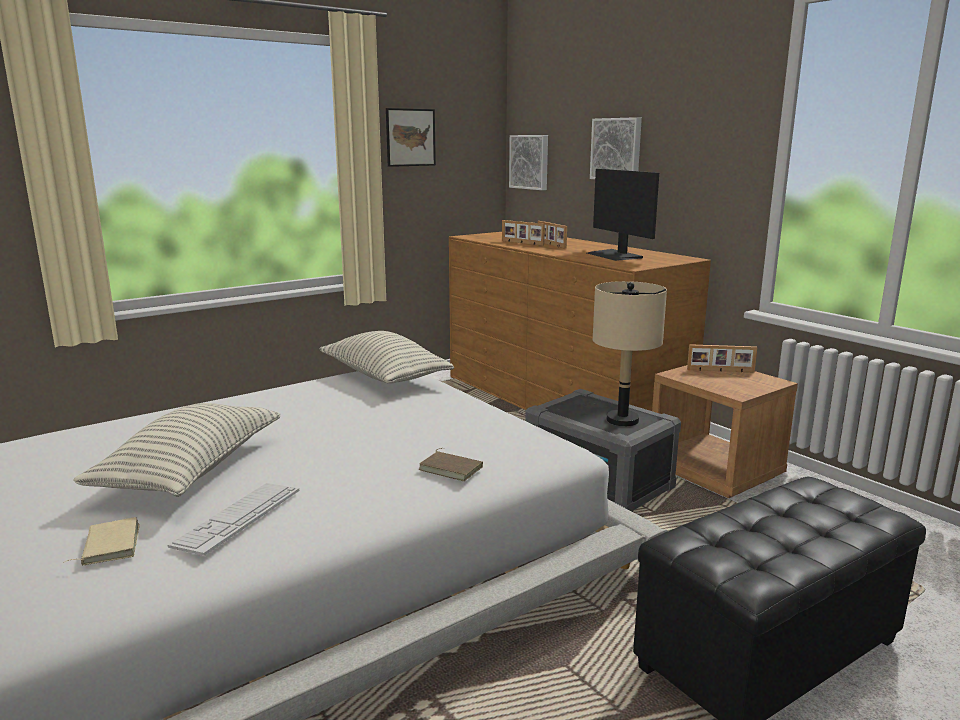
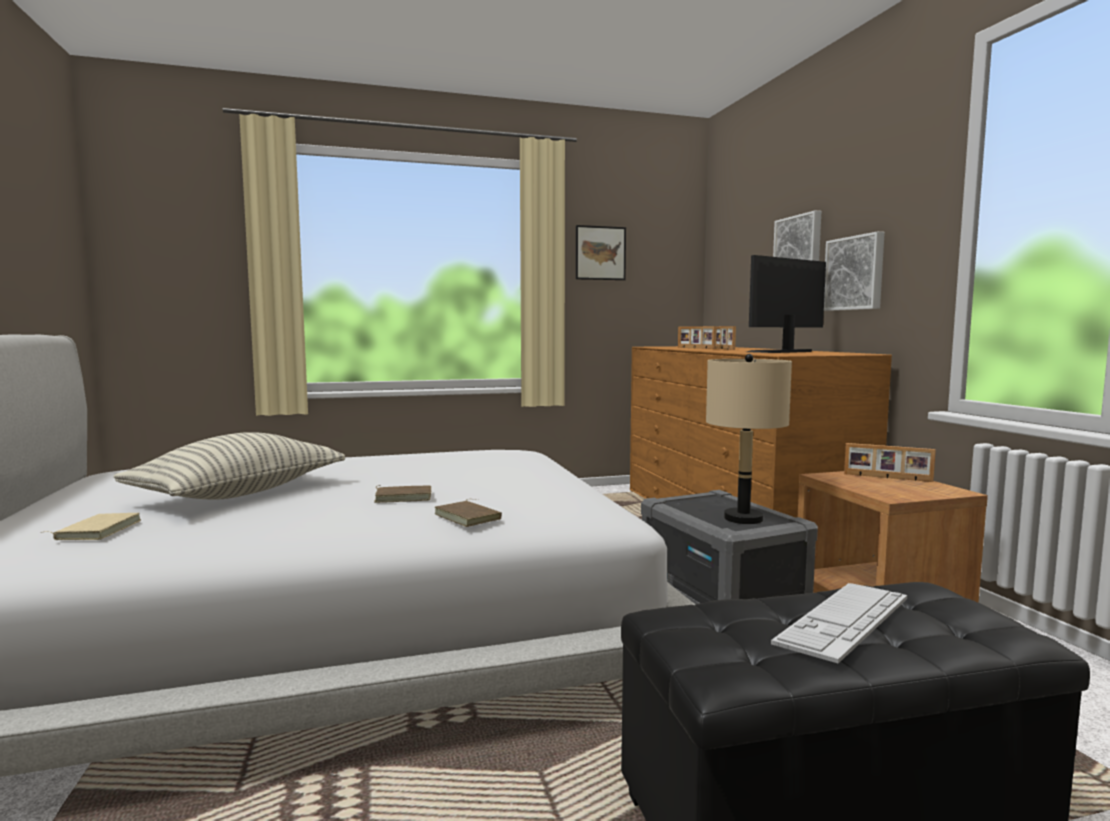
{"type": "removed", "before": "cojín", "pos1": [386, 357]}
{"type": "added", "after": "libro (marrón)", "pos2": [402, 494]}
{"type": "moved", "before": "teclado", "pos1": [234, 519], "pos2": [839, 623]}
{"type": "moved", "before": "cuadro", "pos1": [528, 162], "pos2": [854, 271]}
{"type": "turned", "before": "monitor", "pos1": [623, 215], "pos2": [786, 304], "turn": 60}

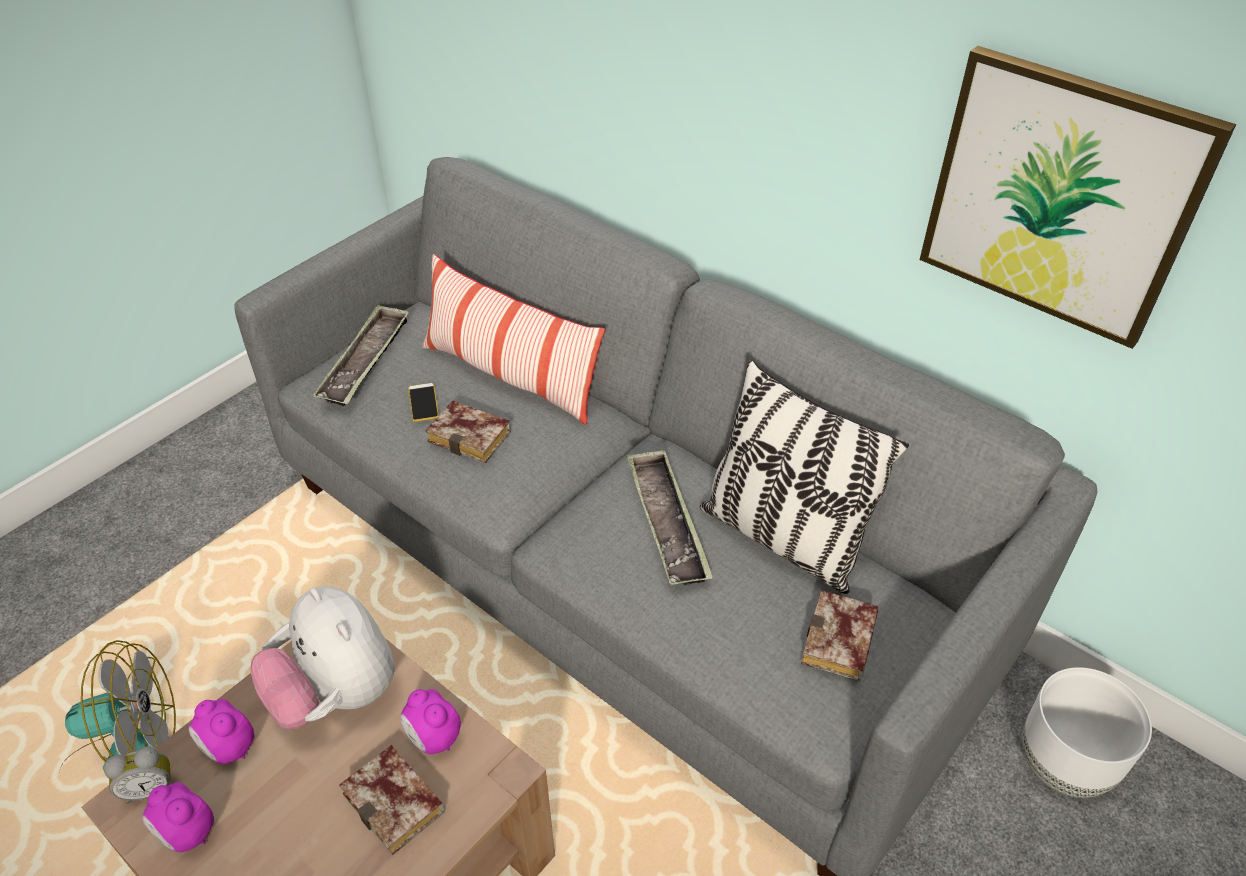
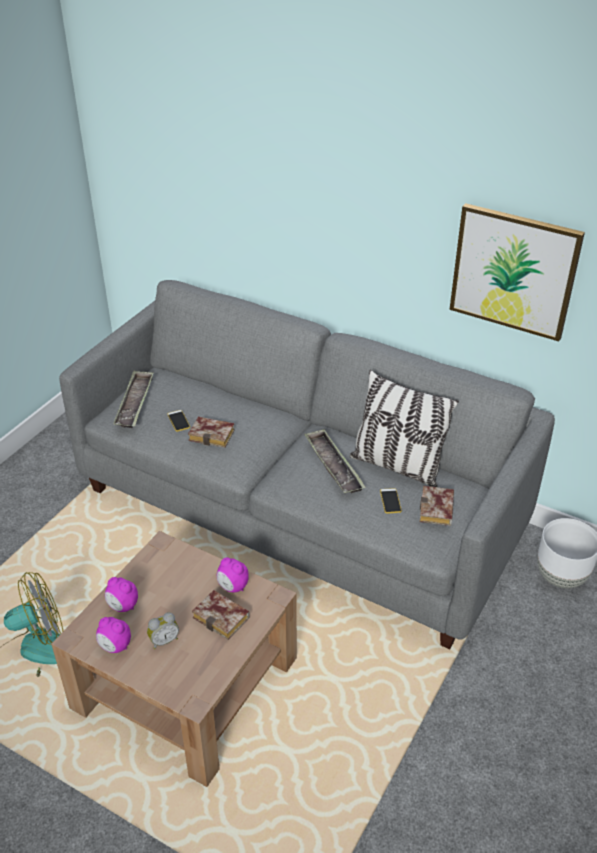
{"type": "removed", "before": "peluche", "pos1": [322, 658]}
{"type": "removed", "before": "cojín", "pos1": [513, 339]}
{"type": "added", "after": "móvil", "pos2": [391, 501]}
{"type": "moved", "before": "despertador", "pos1": [137, 775], "pos2": [163, 630]}

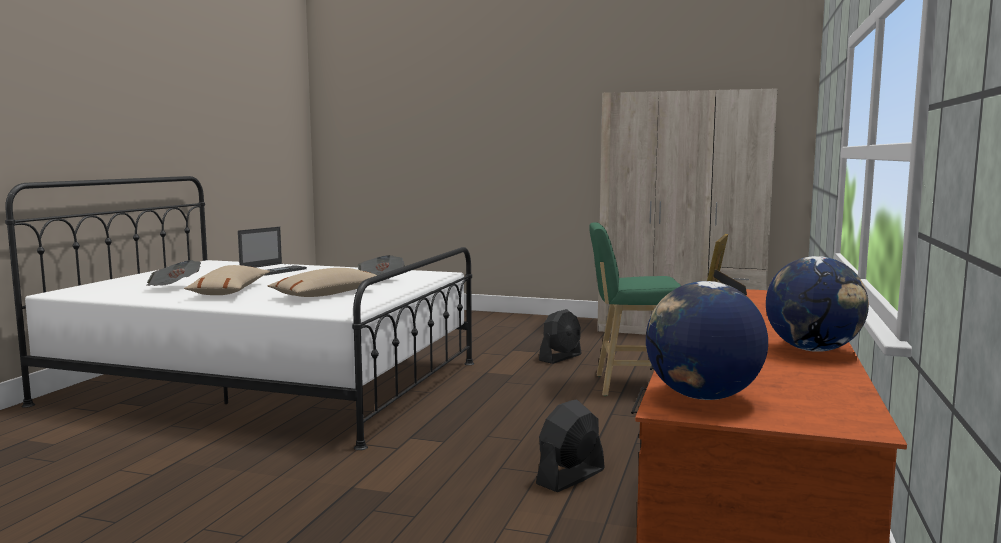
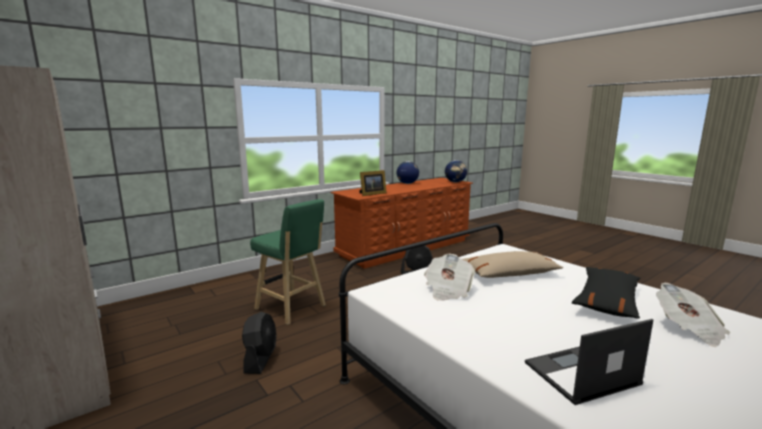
{"type": "recoloured", "before": "cojín (beis)", "after": "cojín (negro)", "pos1": [227, 280], "pos2": [606, 293]}
{"type": "turned", "before": "ventilador (negro)", "pos1": [560, 336], "pos2": [259, 343], "turn": 105}

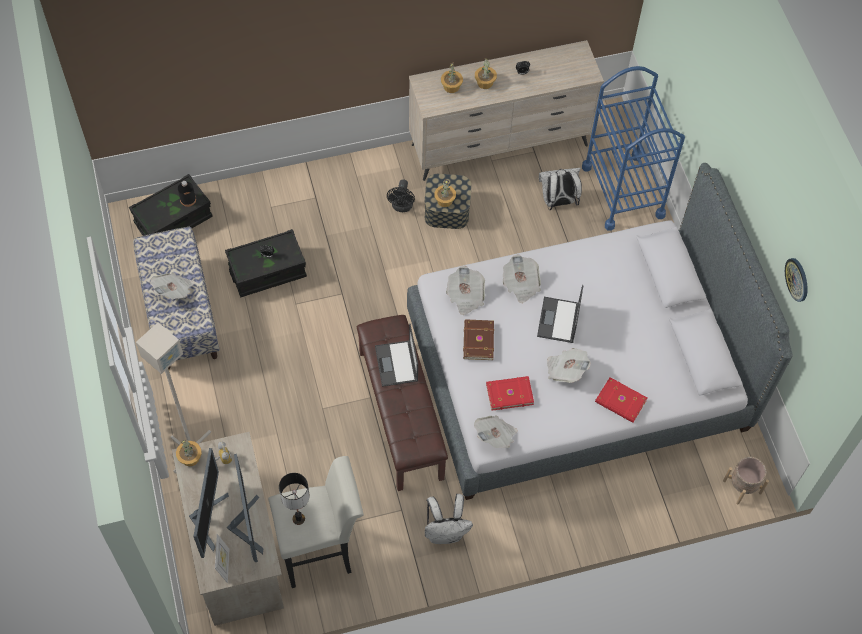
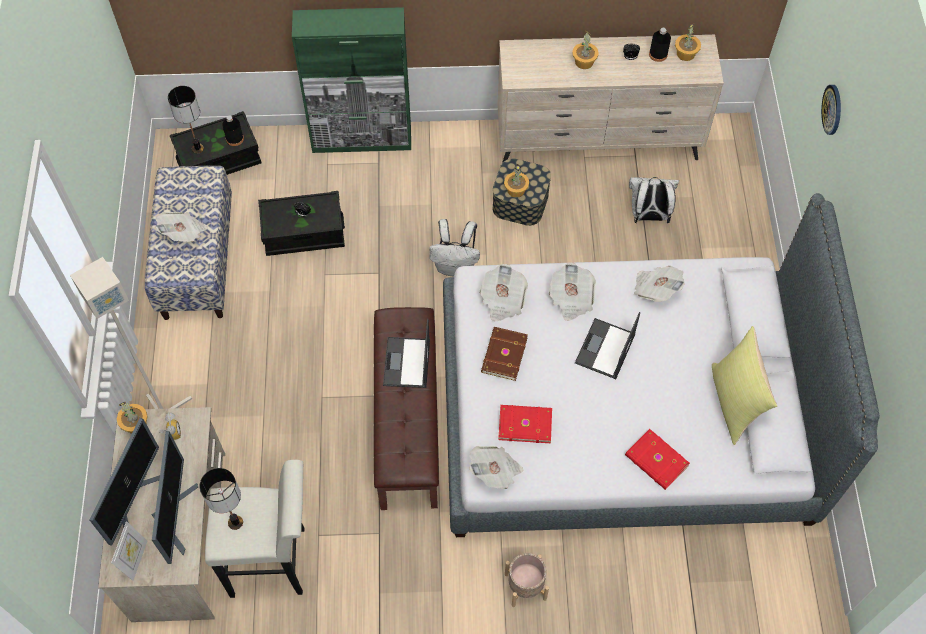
{"type": "removed", "before": "ventilador (negro)", "pos1": [401, 195]}
{"type": "removed", "before": "carrito (azul)", "pos1": [633, 148]}
{"type": "added", "after": "lámpara de mesa", "pos2": [186, 120]}
{"type": "added", "after": "armario (verde)", "pos2": [351, 80]}
{"type": "added", "after": "botella (negro)", "pos2": [660, 45]}
{"type": "added", "after": "cojín (amarillo)", "pos2": [744, 385]}
{"type": "moved", "before": "mochila (blanco)", "pos1": [449, 519], "pos2": [454, 248]}
{"type": "moved", "before": "planta en maceta", "pos1": [452, 77], "pos2": [688, 42]}
{"type": "moved", "before": "periódico", "pos1": [569, 365], "pos2": [659, 284]}
{"type": "moved", "before": "maceta (beis)", "pos1": [746, 481], "pos2": [527, 580]}
{"type": "moved", "before": "reloj de pared", "pos1": [796, 280], "pos2": [831, 110]}

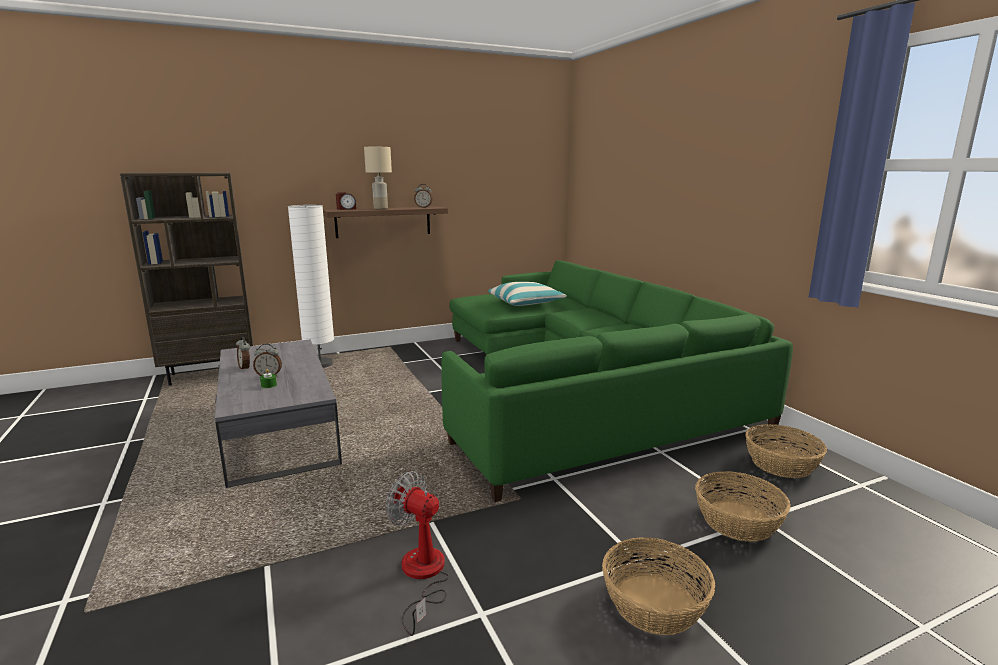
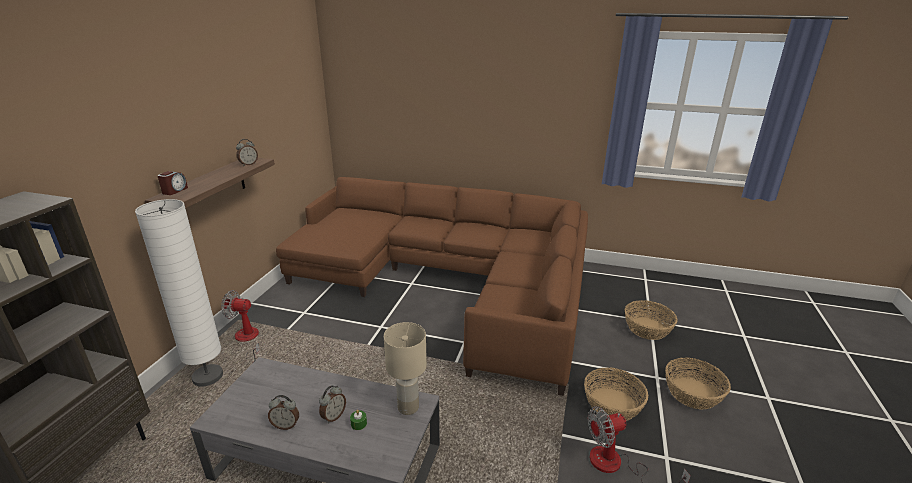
{"type": "removed", "before": "cojín", "pos1": [527, 294]}
{"type": "added", "after": "ventilador", "pos2": [243, 326]}
{"type": "moved", "before": "lámpara de mesa (beis)", "pos1": [378, 178], "pos2": [405, 368]}
{"type": "moved", "before": "cesta", "pos1": [786, 451], "pos2": [616, 394]}
{"type": "recoloured", "before": "sofá (verde)", "after": "sofá (marrón)", "pos1": [617, 381], "pos2": [432, 286]}

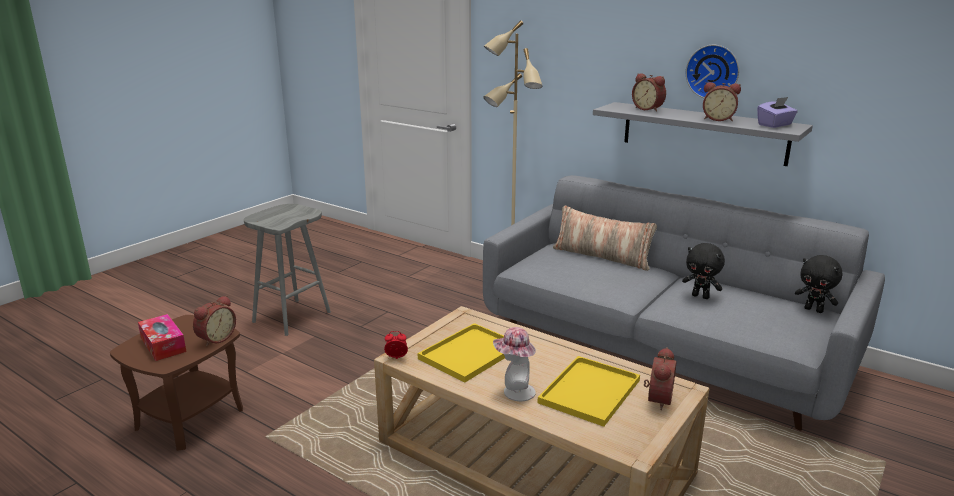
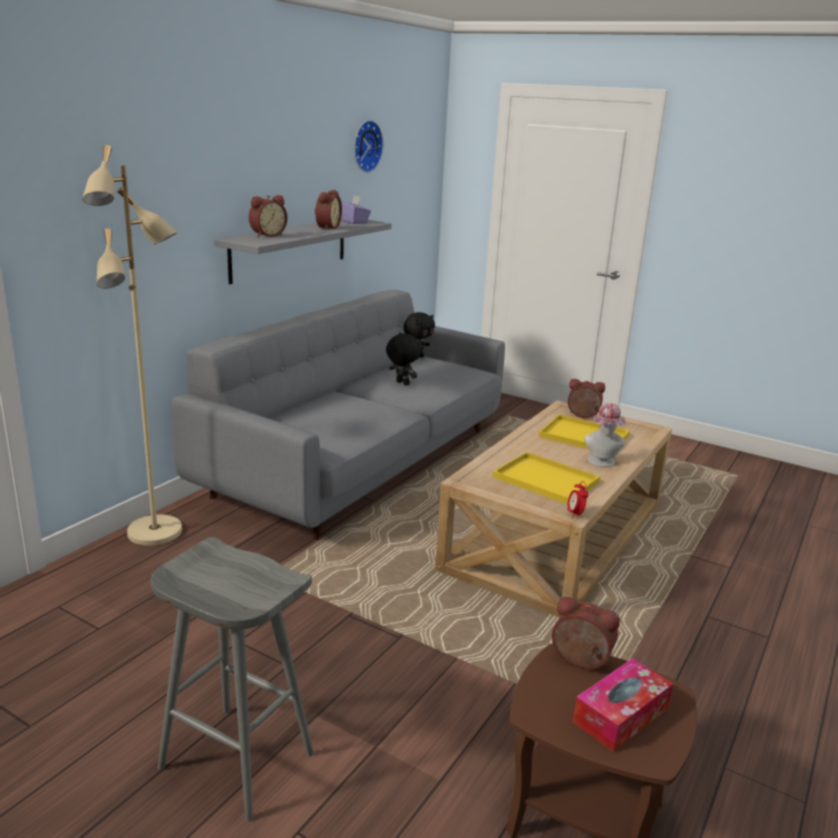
{"type": "removed", "before": "cojín", "pos1": [605, 238]}
{"type": "moved", "before": "reloj de pared", "pos1": [712, 71], "pos2": [368, 146]}
{"type": "turned", "before": "peluche (negro)", "pos1": [703, 271], "pos2": [403, 359], "turn": -75}

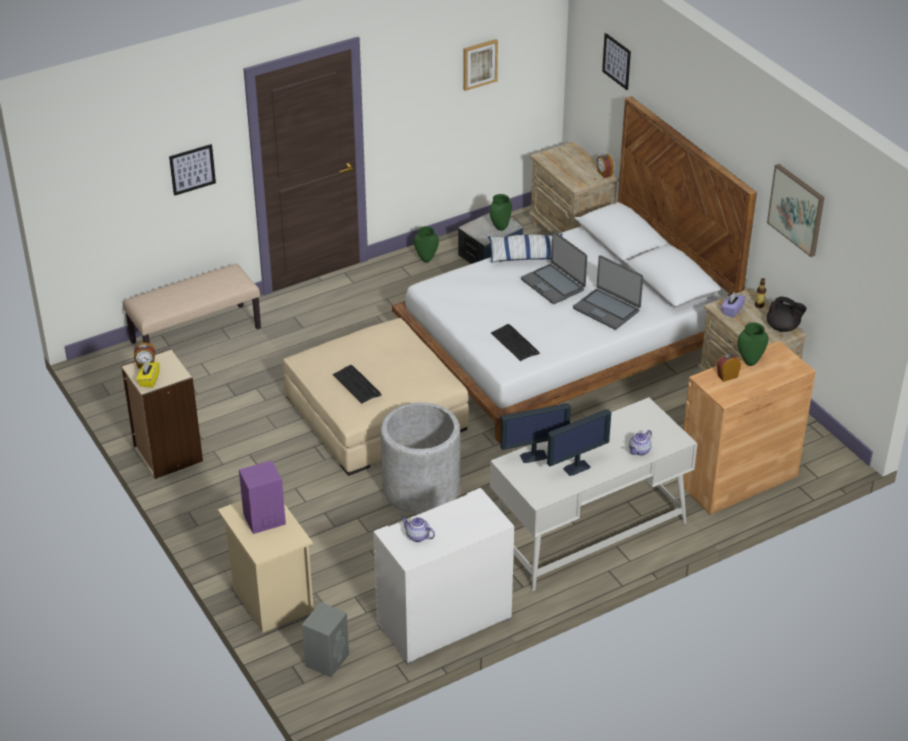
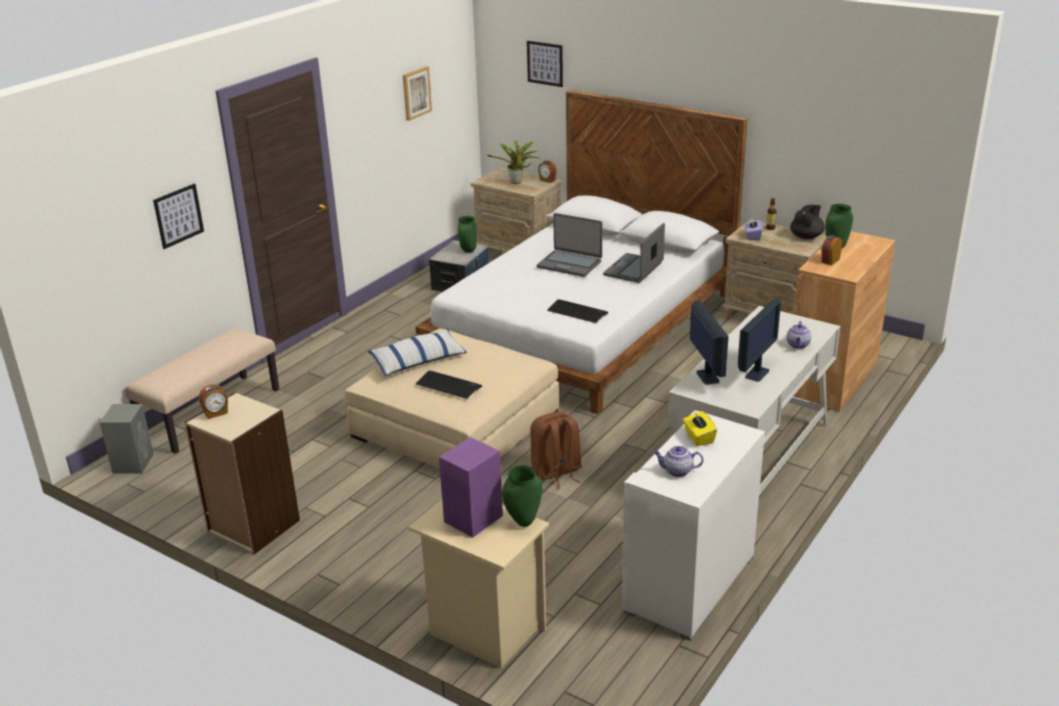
{"type": "removed", "before": "cuadro", "pos1": [795, 210]}
{"type": "added", "after": "planta en maceta", "pos2": [514, 162]}
{"type": "moved", "before": "caja de pañuelos (amarillo)", "pos1": [148, 374], "pos2": [700, 428]}
{"type": "moved", "before": "altavoz (gris)", "pos1": [325, 639], "pos2": [127, 439]}
{"type": "moved", "before": "florero (verde)", "pos1": [426, 244], "pos2": [522, 496]}
{"type": "moved", "before": "cojín", "pos1": [525, 248], "pos2": [417, 352]}
{"type": "replaced", "before": "maceta (gris)", "after": "mochila (marrón)", "pos1": [420, 458], "pos2": [556, 450]}
{"type": "turned", "before": "monitor", "pos1": [536, 433], "pos2": [709, 342], "turn": -60}
{"type": "turned", "before": "portátil", "pos1": [608, 292], "pos2": [634, 253], "turn": 105}
{"type": "turned", "before": "tetera (negro)", "pos1": [787, 314], "pos2": [807, 222], "turn": -60}

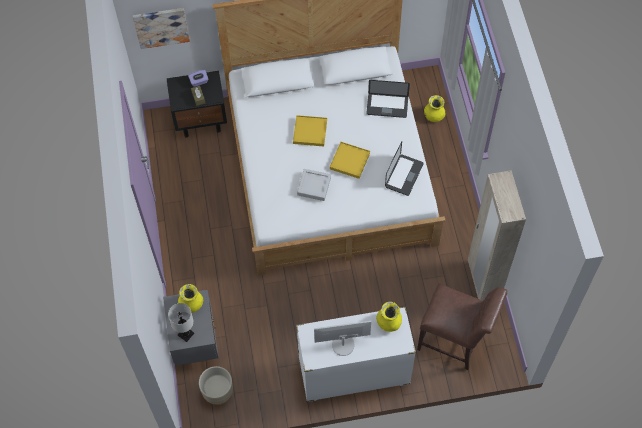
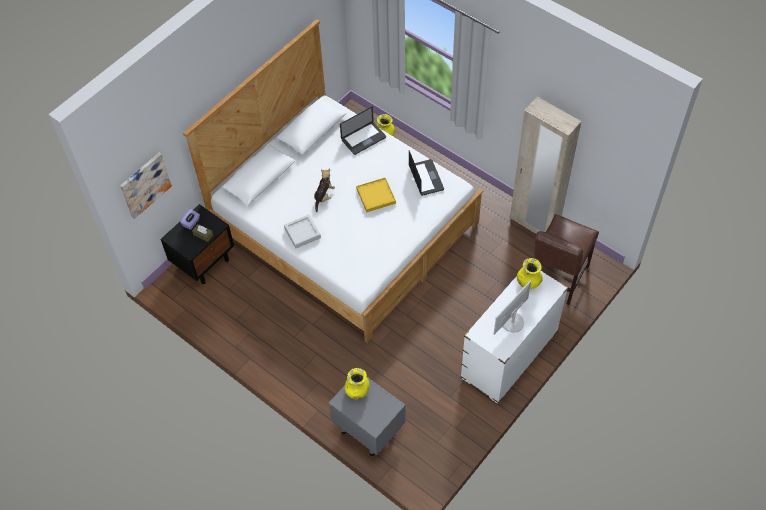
{"type": "removed", "before": "lámpara de mesa (blanco)", "pos1": [181, 322]}
{"type": "removed", "before": "maceta (beis)", "pos1": [216, 385]}
{"type": "moved", "before": "bandeja (gris)", "pos1": [314, 185], "pos2": [302, 231]}
{"type": "replaced", "before": "bandeja (amarillo)", "after": "peluche", "pos1": [310, 130], "pos2": [324, 190]}
{"type": "turned", "before": "silla (marrón)", "pos1": [462, 326], "pos2": [566, 259], "turn": 135}

